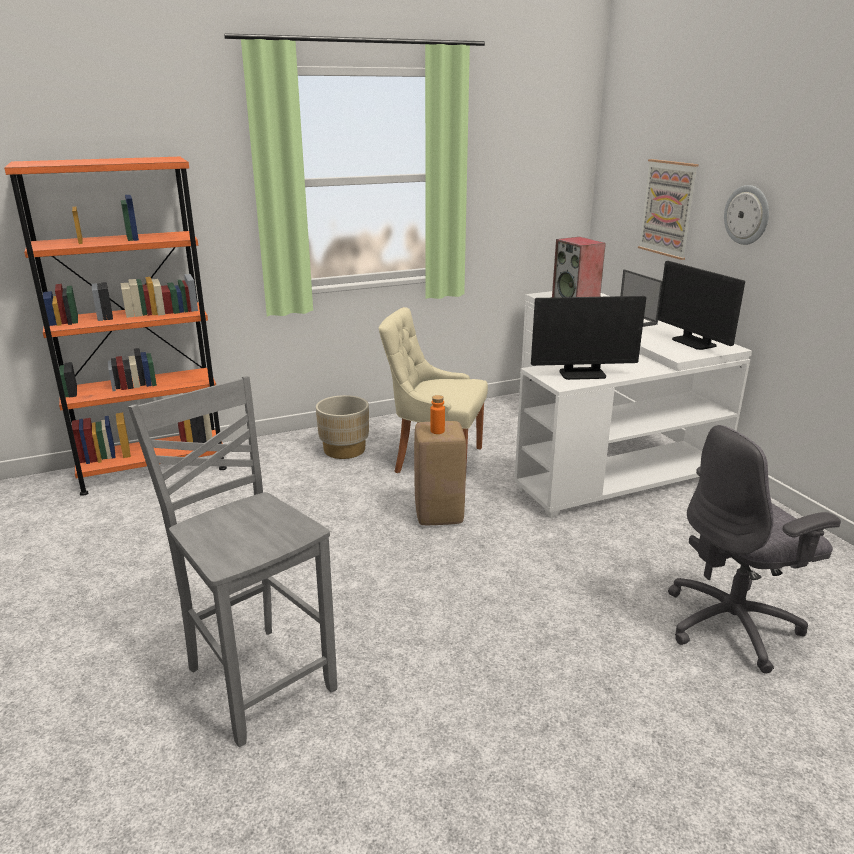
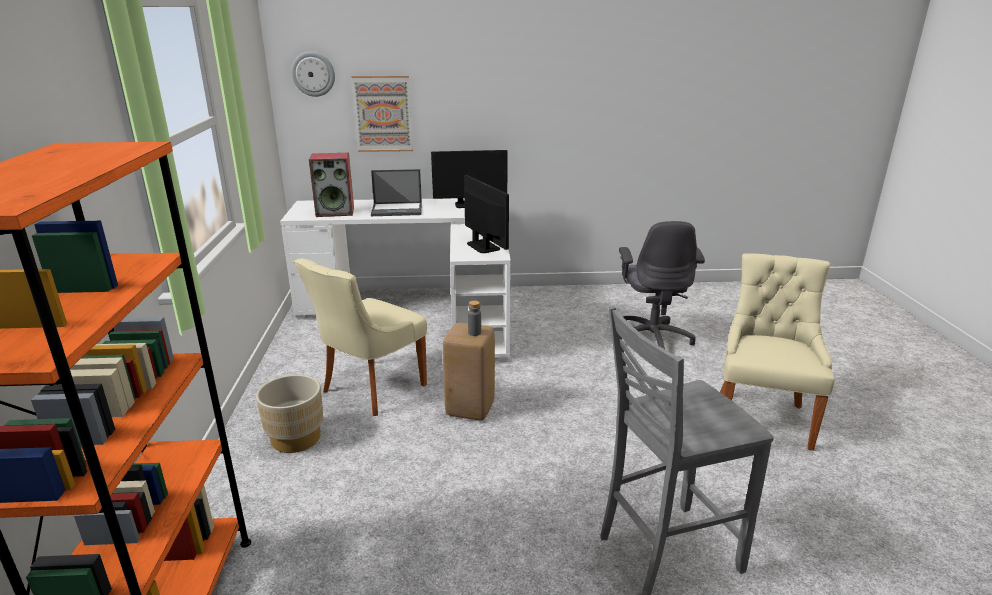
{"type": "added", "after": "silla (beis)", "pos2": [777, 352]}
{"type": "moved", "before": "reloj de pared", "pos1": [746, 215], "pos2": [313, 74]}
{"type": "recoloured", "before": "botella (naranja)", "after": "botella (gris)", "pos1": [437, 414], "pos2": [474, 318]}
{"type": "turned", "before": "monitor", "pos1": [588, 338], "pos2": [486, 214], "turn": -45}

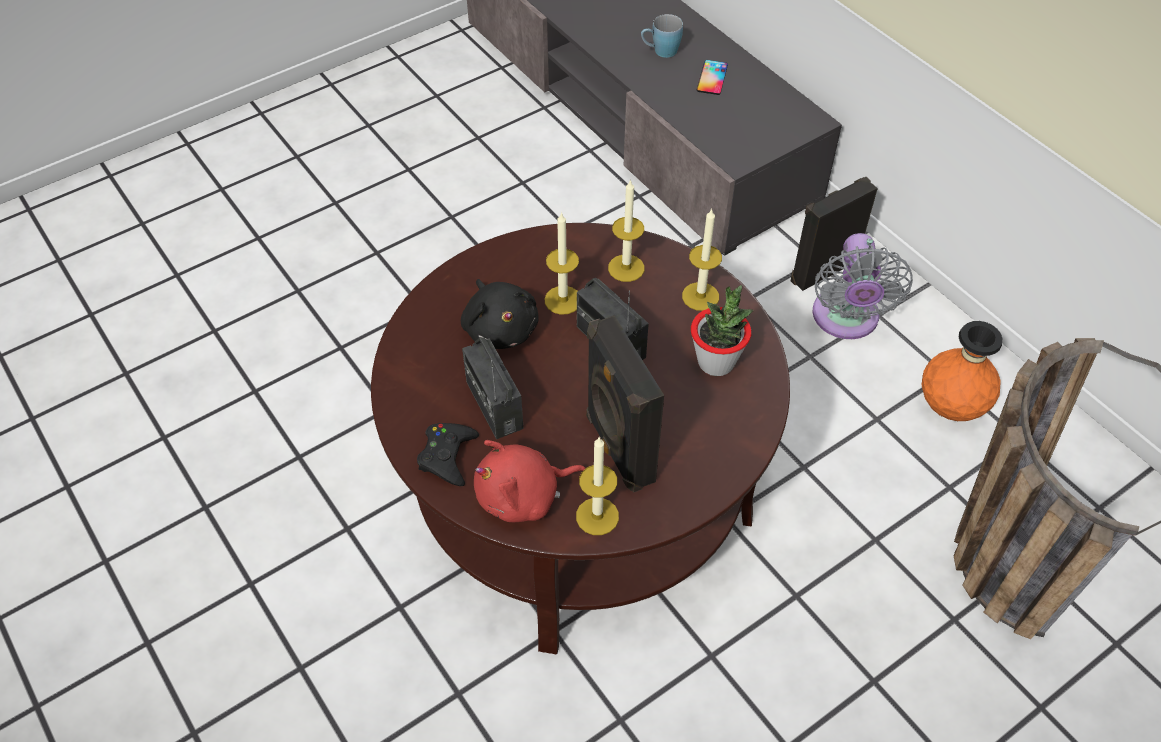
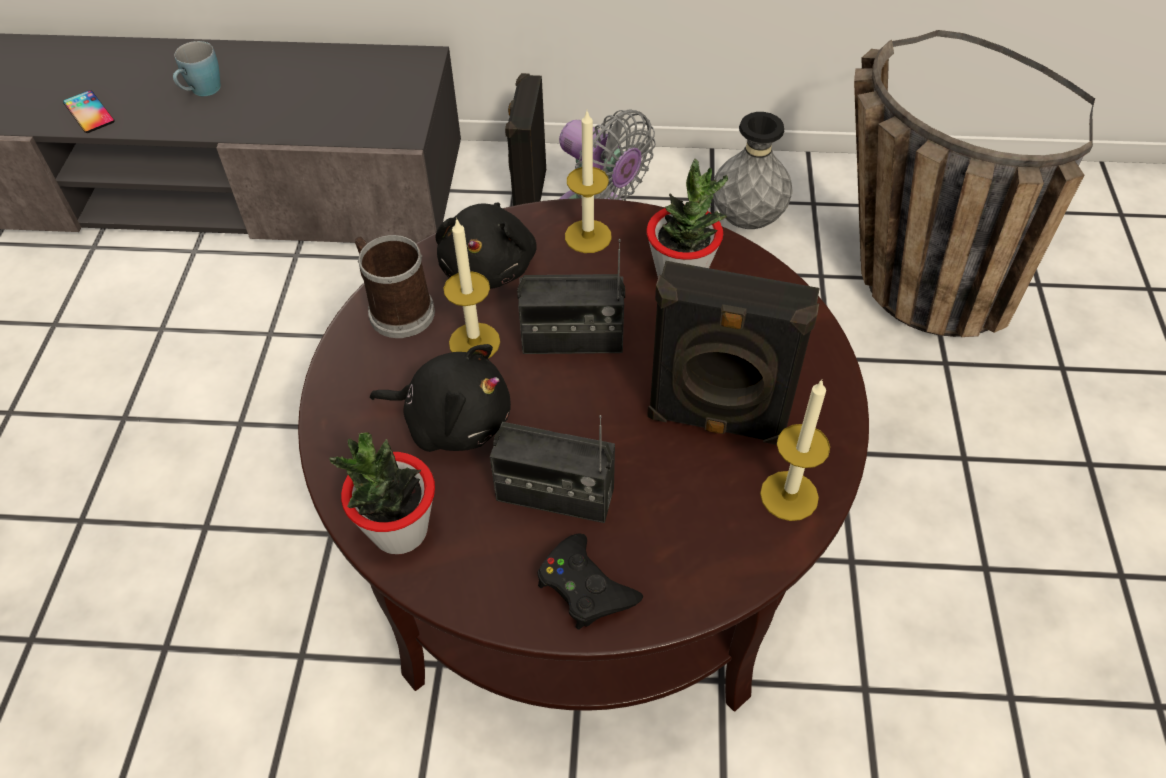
{"type": "removed", "before": "peluche (rojo)", "pos1": [530, 481]}
{"type": "added", "after": "planta en maceta", "pos2": [382, 493]}
{"type": "added", "after": "taza grande", "pos2": [395, 286]}
{"type": "moved", "before": "móvil", "pos1": [712, 77], "pos2": [89, 111]}
{"type": "replaced", "before": "vela", "after": "peluche (negro)", "pos1": [626, 230], "pos2": [486, 245]}
{"type": "recoloured", "before": "florero (naranja)", "after": "florero (gris)", "pos1": [962, 371], "pos2": [753, 170]}

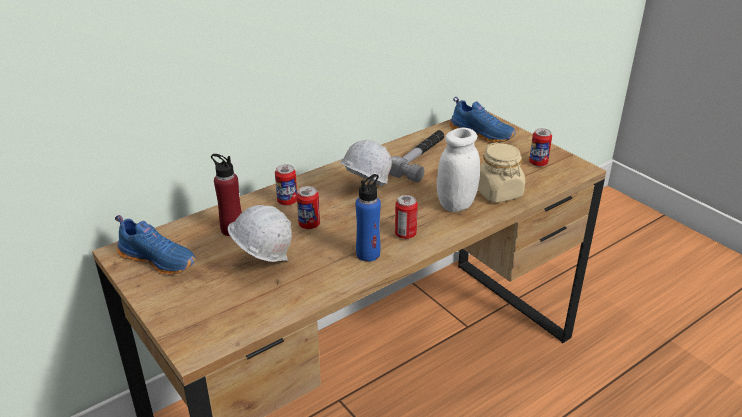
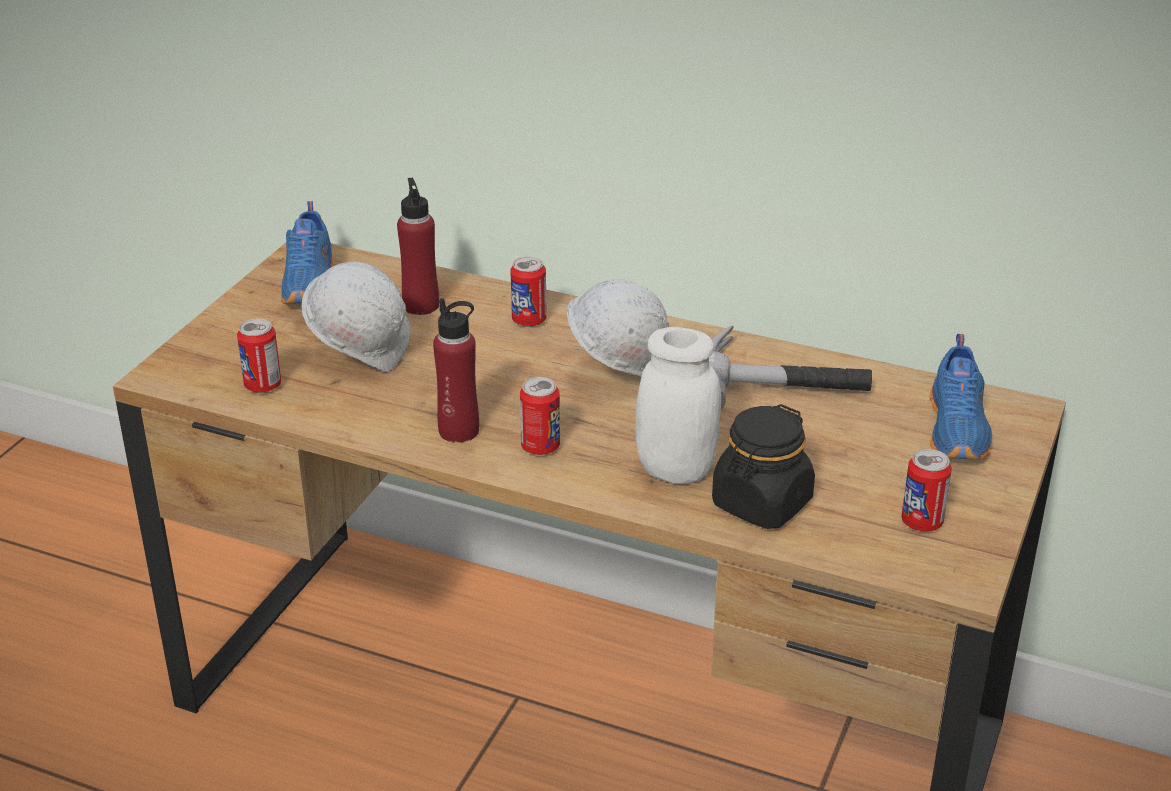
{"type": "moved", "before": "lata", "pos1": [308, 207], "pos2": [259, 356]}
{"type": "recoloured", "before": "botella (azul)", "after": "botella (rojo)", "pos1": [368, 218], "pos2": [456, 370]}
{"type": "recoloured", "before": "tarro (beis)", "after": "tarro (negro)", "pos1": [501, 172], "pos2": [763, 466]}

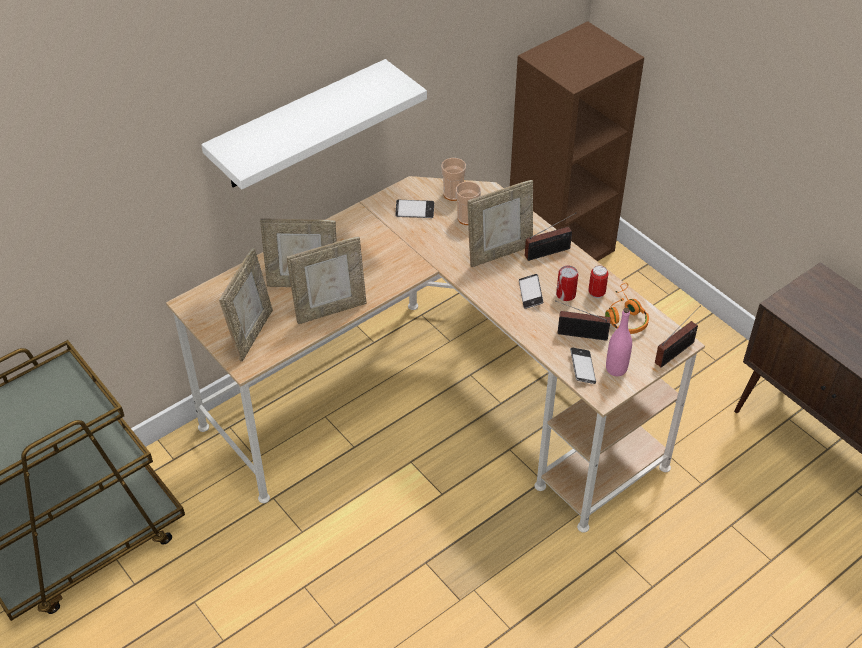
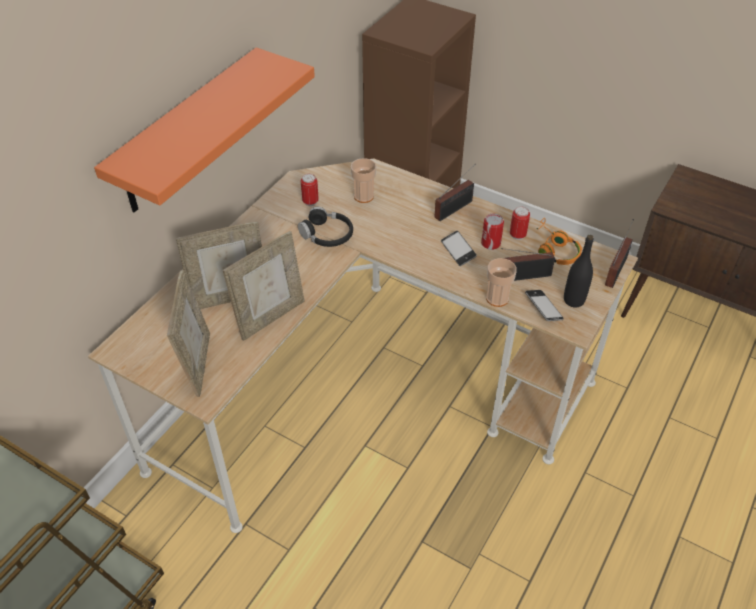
{"type": "removed", "before": "portarretratos", "pos1": [500, 223]}
{"type": "added", "after": "auriculares (negro)", "pos2": [325, 227]}
{"type": "moved", "before": "taza", "pos1": [453, 179], "pos2": [501, 282]}
{"type": "replaced", "before": "móvil", "after": "lata", "pos1": [414, 209], "pos2": [310, 190]}
{"type": "recoloured", "before": "estante (blanco)", "after": "estante (naranja)", "pos1": [314, 124], "pos2": [204, 129]}
{"type": "recoloured", "before": "botella (rosa)", "after": "botella (negro)", "pos1": [619, 342], "pos2": [579, 271]}

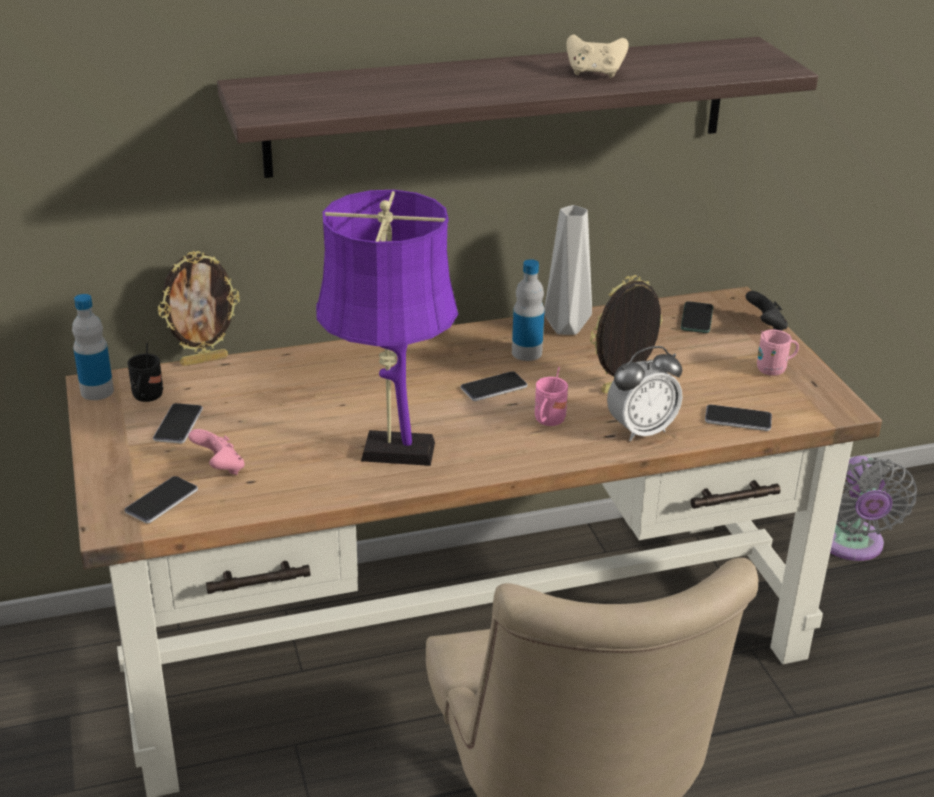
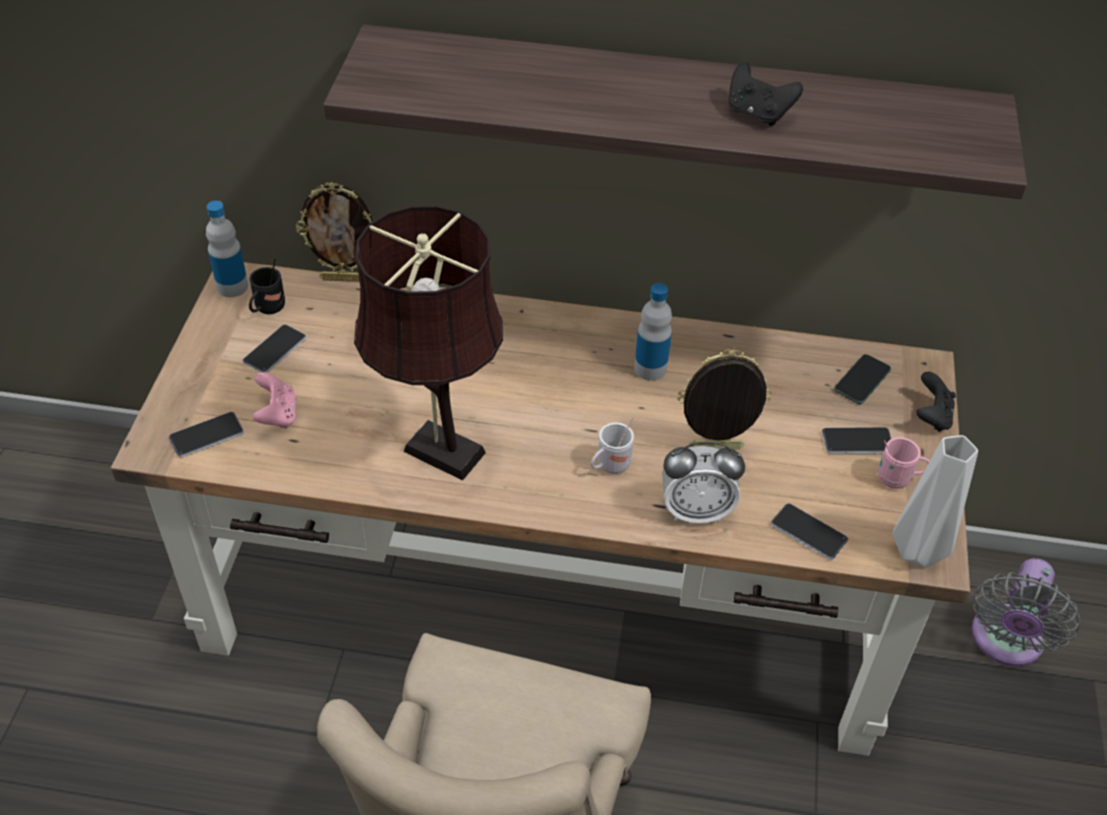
{"type": "moved", "before": "móvil", "pos1": [494, 386], "pos2": [856, 440]}
{"type": "moved", "before": "florero (gris)", "pos1": [568, 270], "pos2": [935, 501]}
{"type": "recoloured", "before": "lámpara de mesa (morado)", "after": "lámpara de mesa (marrón)", "pos1": [387, 328], "pos2": [428, 343]}
{"type": "recoloured", "before": "taza grande (rosa)", "after": "taza grande (blanco)", "pos1": [551, 396], "pos2": [612, 446]}
{"type": "recoloured", "before": "mando de consola (beis)", "after": "mando de consola (negro)", "pos1": [597, 56], "pos2": [766, 94]}

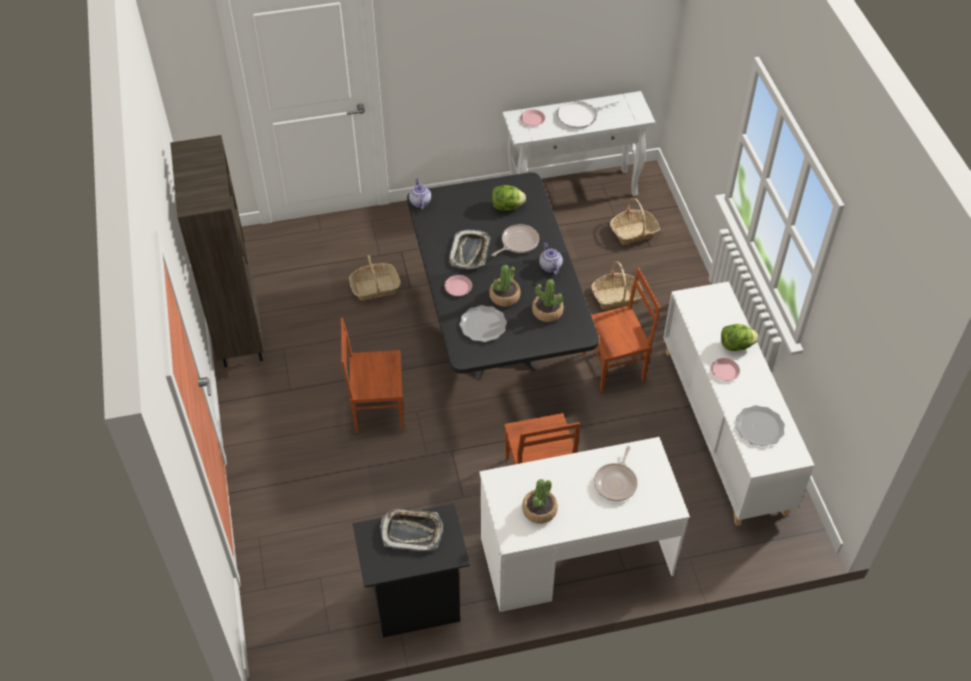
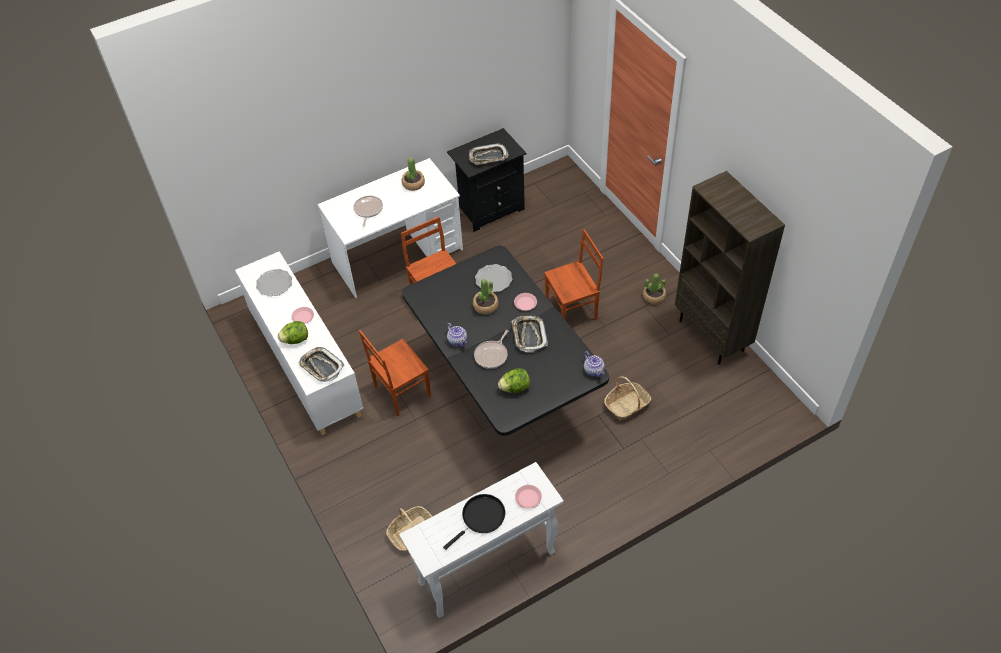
{"type": "removed", "before": "cesta", "pos1": [617, 285]}
{"type": "added", "after": "bandeja", "pos2": [321, 364]}
{"type": "moved", "before": "planta en maceta", "pos1": [548, 300], "pos2": [654, 289]}
{"type": "recoloured", "before": "sartén (blanco)", "after": "sartén (negro)", "pos1": [588, 114], "pos2": [474, 522]}

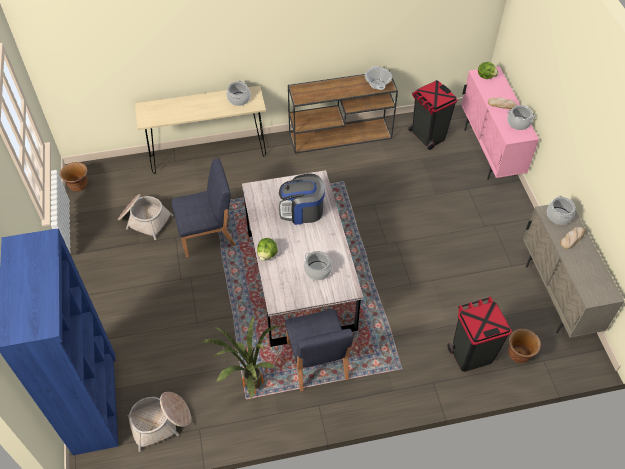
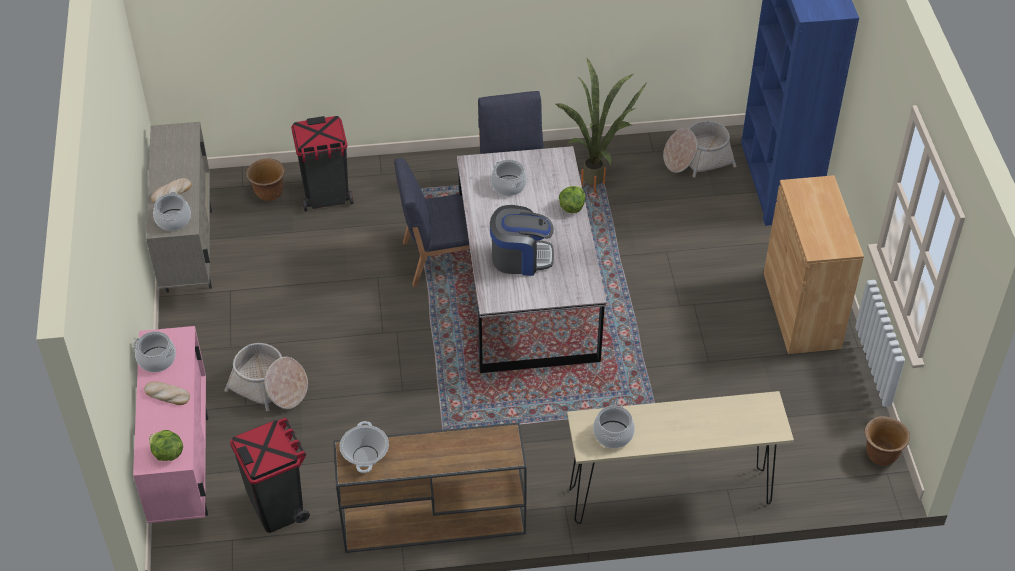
{"type": "added", "after": "armario (marrón)", "pos2": [813, 264]}
{"type": "moved", "before": "cesta", "pos1": [146, 217], "pos2": [266, 377]}
{"type": "moved", "before": "silla (azul)", "pos1": [203, 208], "pos2": [432, 222]}

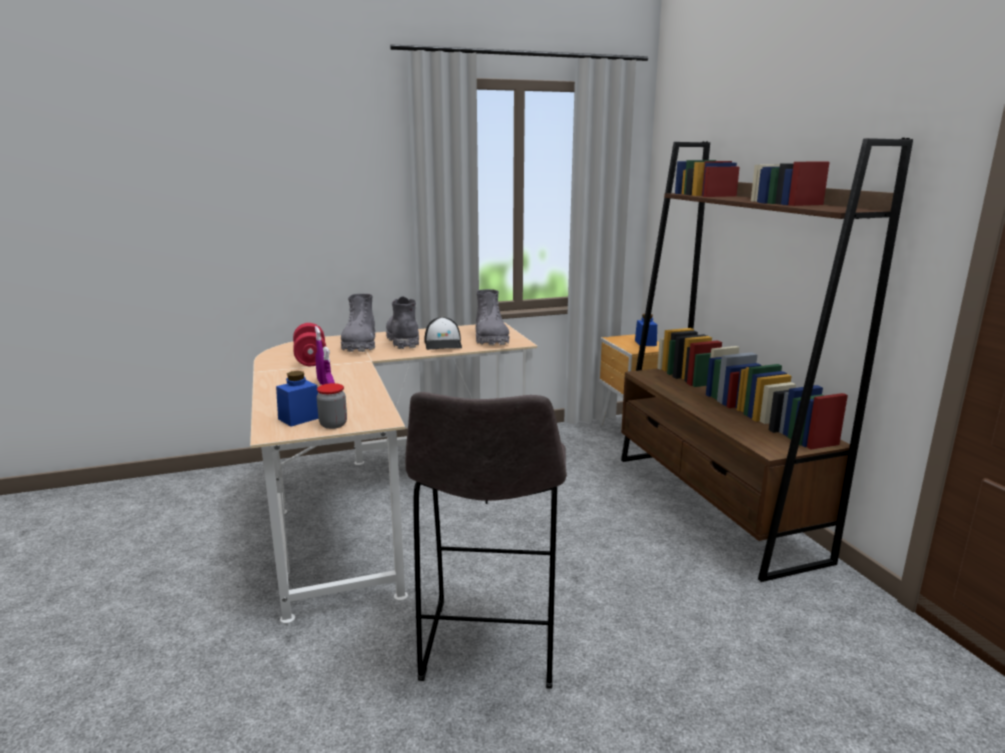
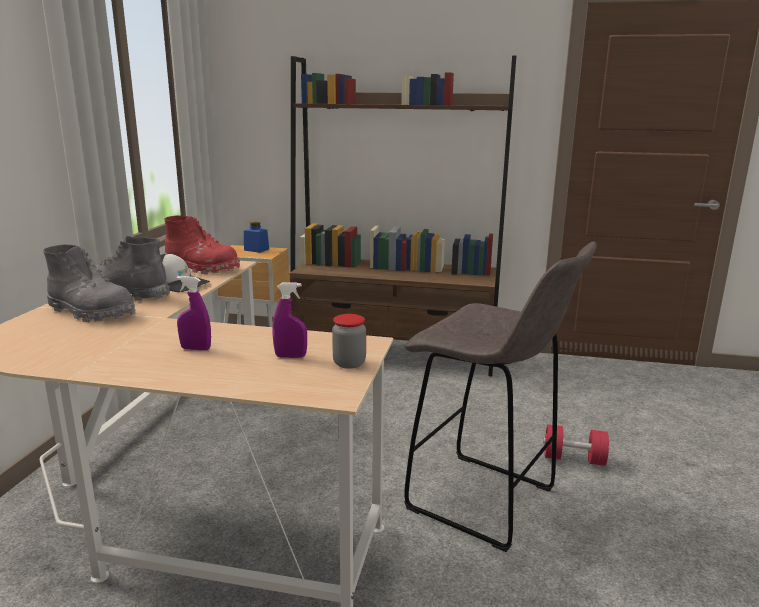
{"type": "removed", "before": "tarro (azul)", "pos1": [297, 399]}
{"type": "moved", "before": "mancuerna (rojo)", "pos1": [309, 344], "pos2": [576, 445]}
{"type": "recoloured", "before": "bota (gris)", "after": "bota (rojo)", "pos1": [492, 317], "pos2": [202, 244]}

